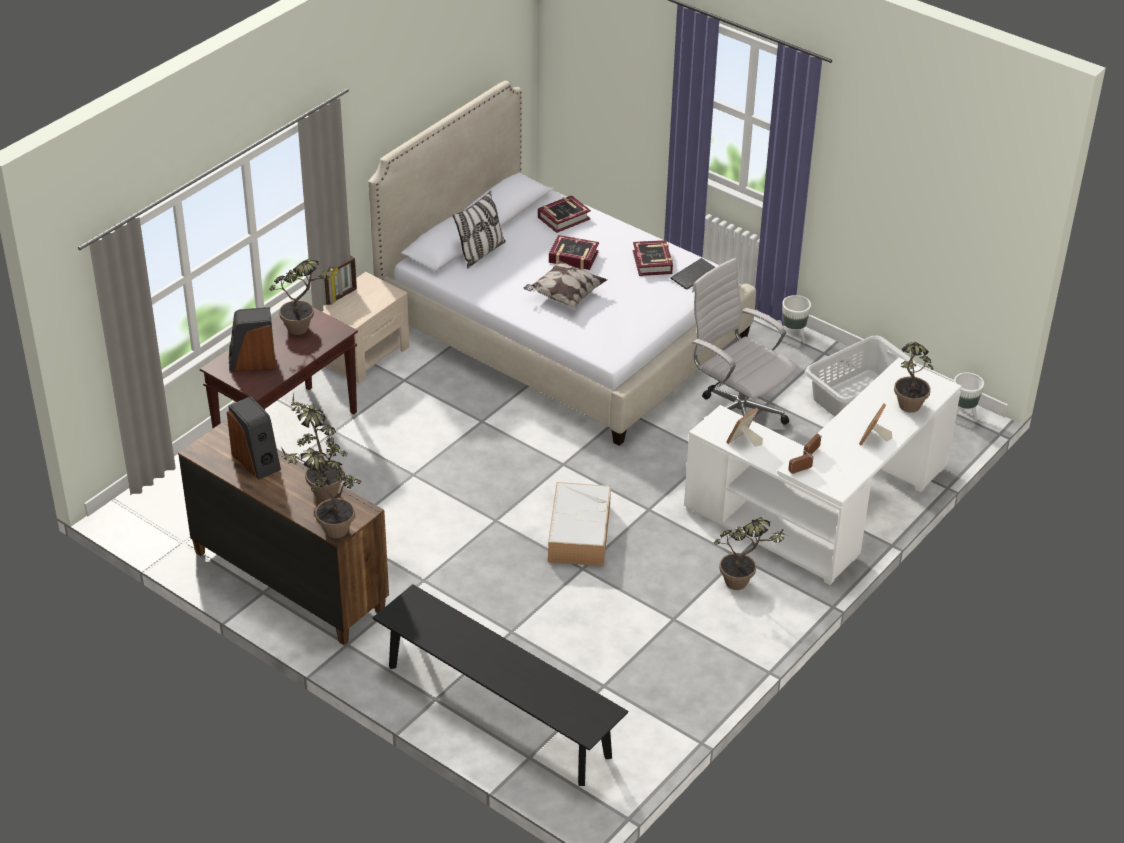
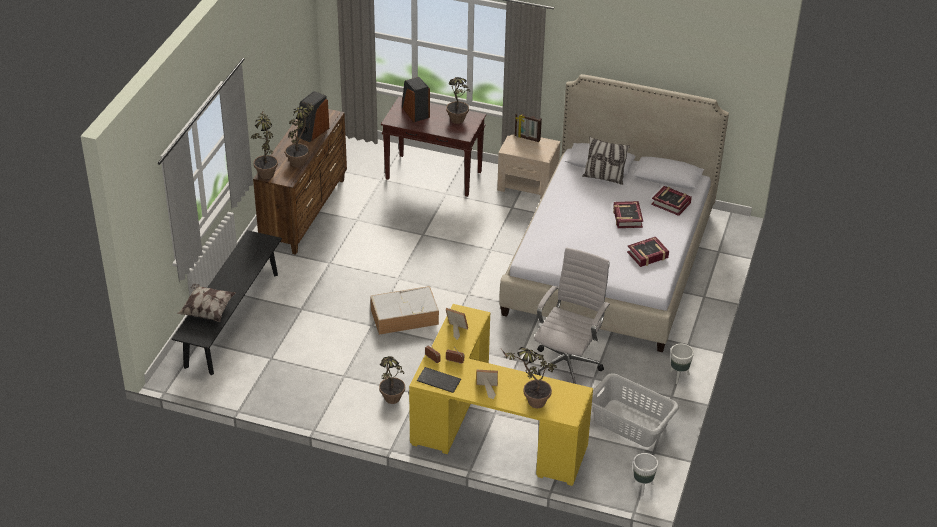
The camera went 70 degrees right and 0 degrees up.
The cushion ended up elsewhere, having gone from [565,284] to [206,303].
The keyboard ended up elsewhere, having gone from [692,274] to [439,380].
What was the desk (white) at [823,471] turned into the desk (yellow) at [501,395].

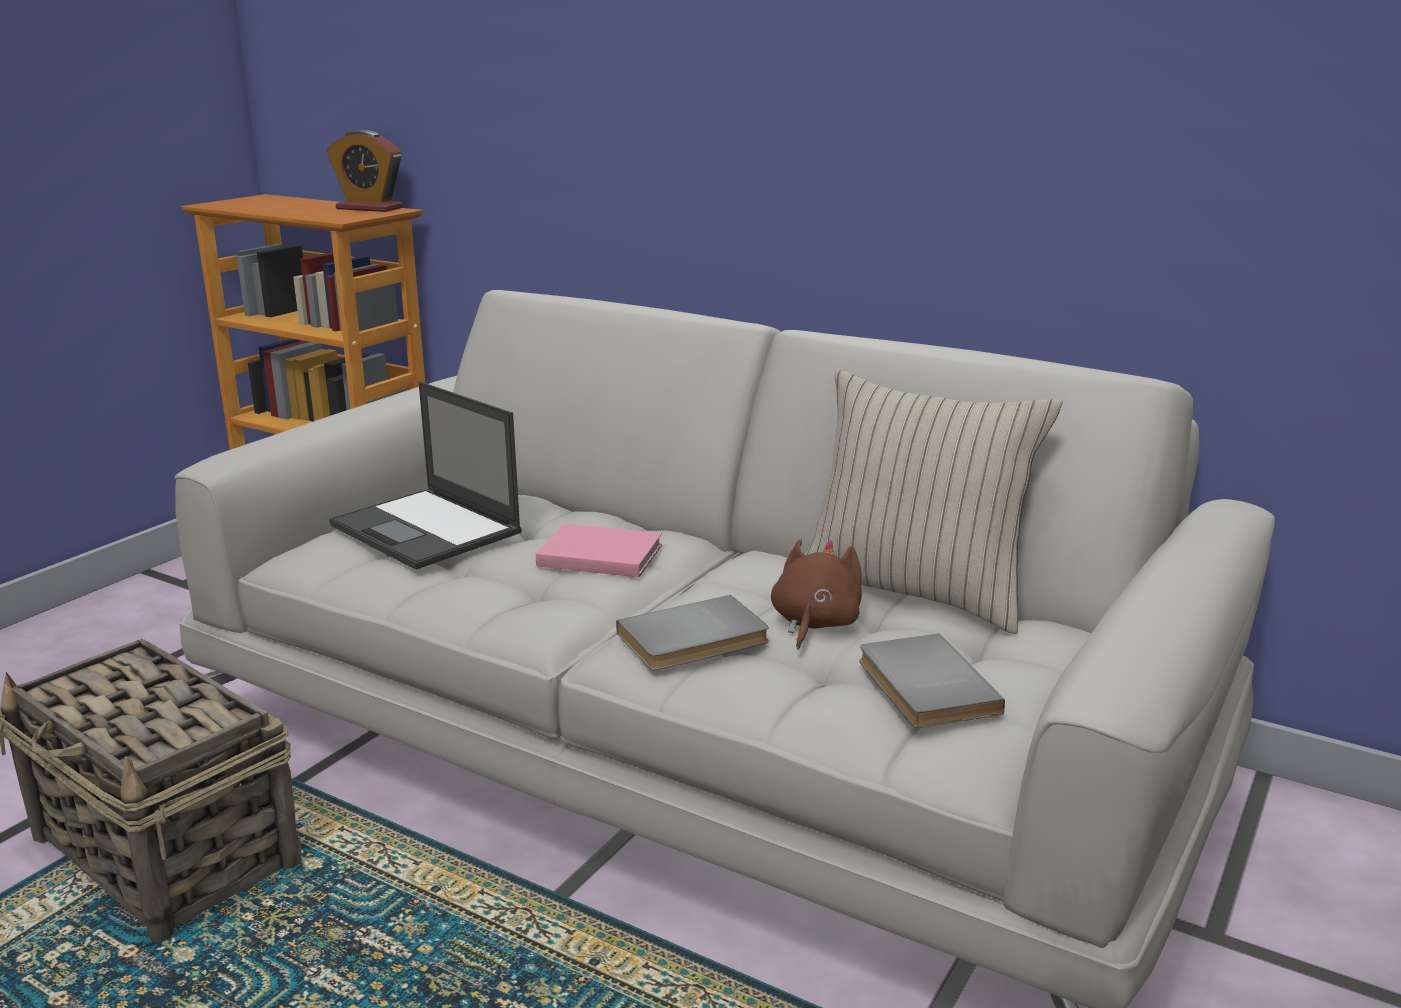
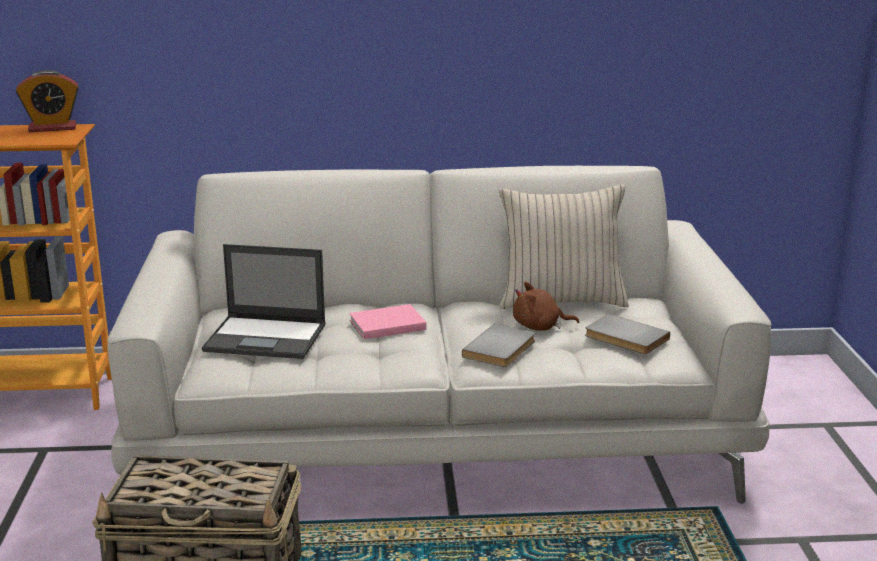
The camera went 35 degrees left and 0 degrees up.
The soft toy (brown-coloured) at [816,594] ended up facing another way, 75 degrees counterclockwise from before.

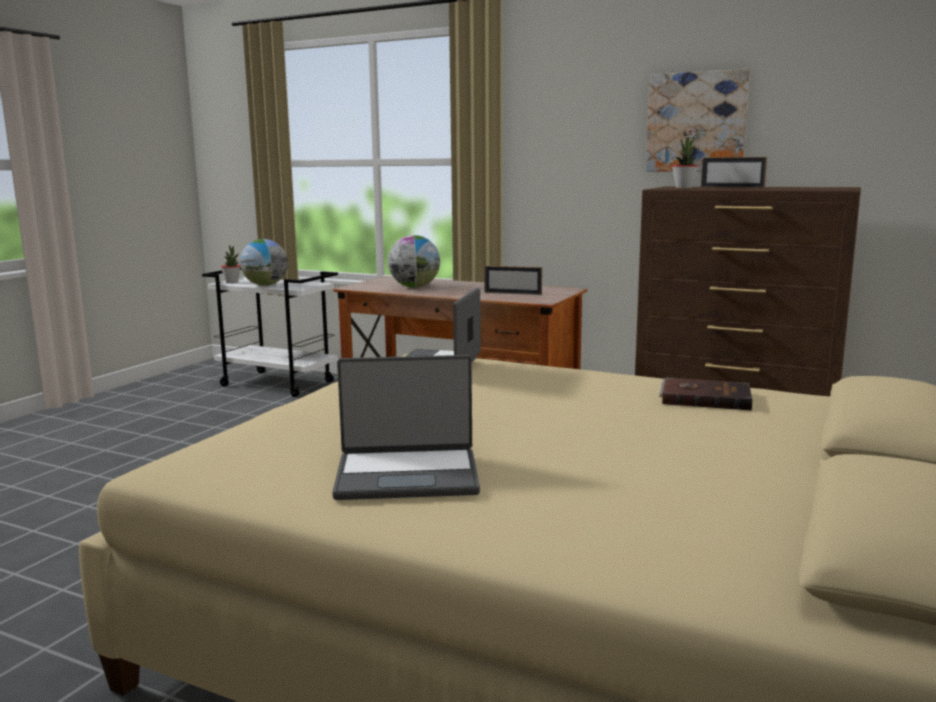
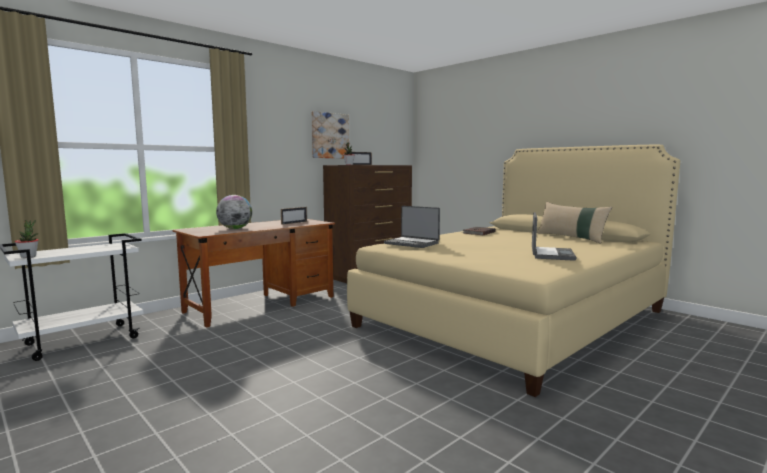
The camera went 70 degrees left and 5 degrees down.
The second view lost the desk globe at [264,262].
The second view gained the cushion (sand-coloured) at [574,222].

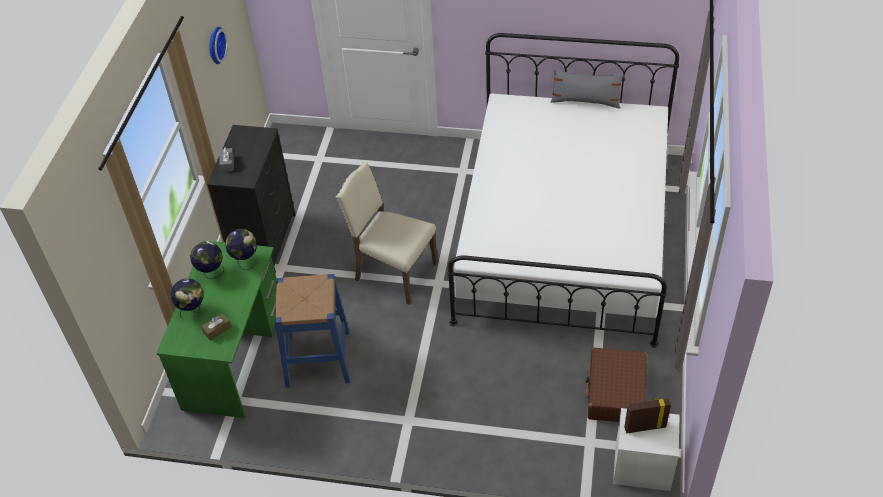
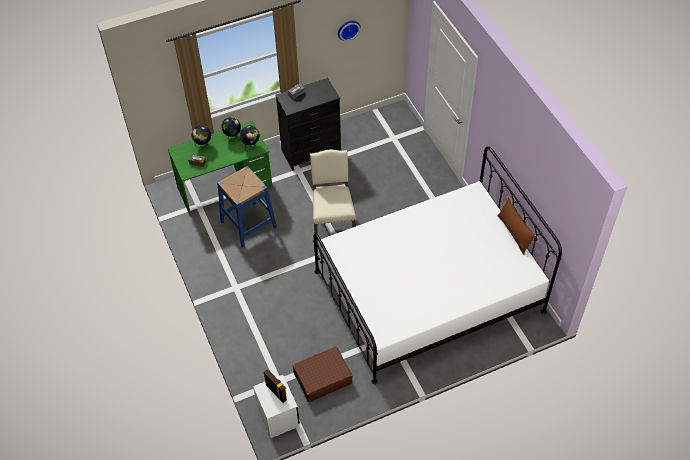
The camera went 55 degrees right and 5 degrees up.
What was the cushion (gray) at [587,89] turned into the cushion (brown-coloured) at [516,226].

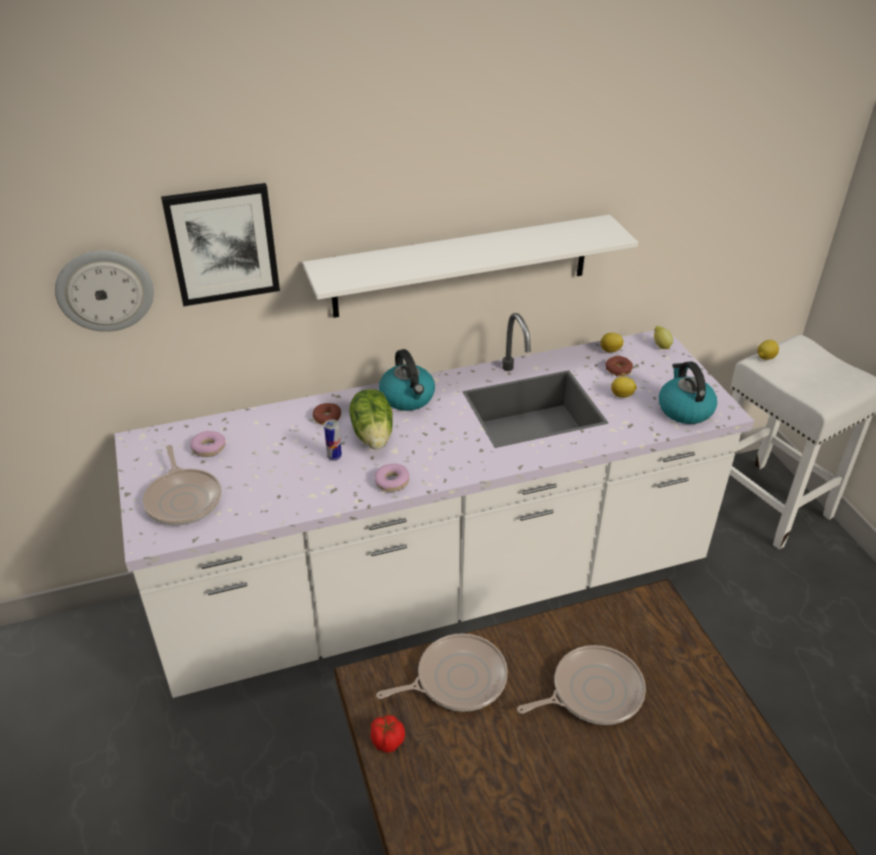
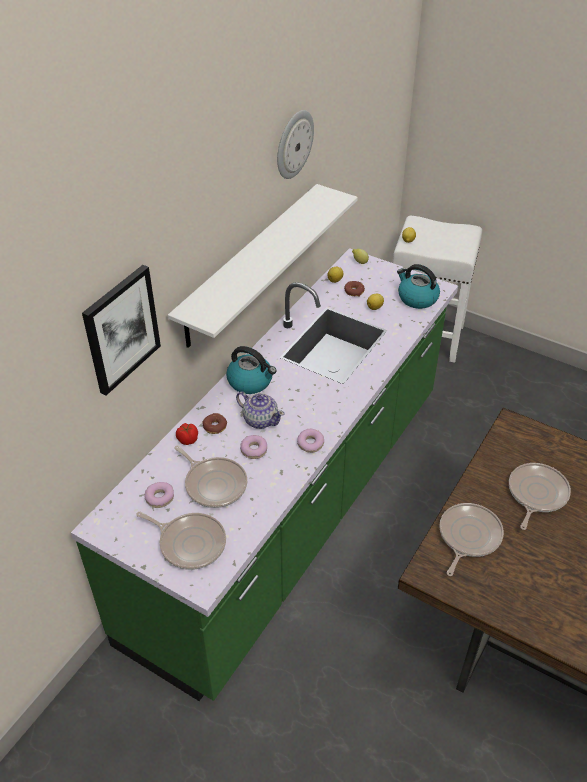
The camera went 40 degrees left and 5 degrees up.
The hanging clock ended up elsewhere, having gone from [104,291] to [295,144].
What was the kitchen counter (white) at [434,505] turned into the kitchen counter (green-coloured) at [264,474].
Where the sealed can stood at [333,440], the ring doughnut came to stand at [253,447].
Where the lettuce head stood at [371,419], the tea pot came to stand at [260,410].
The fresh tomato ended up elsewhere, having gone from [387,734] to [187,434].
The second view gained the skillet at [211,476].

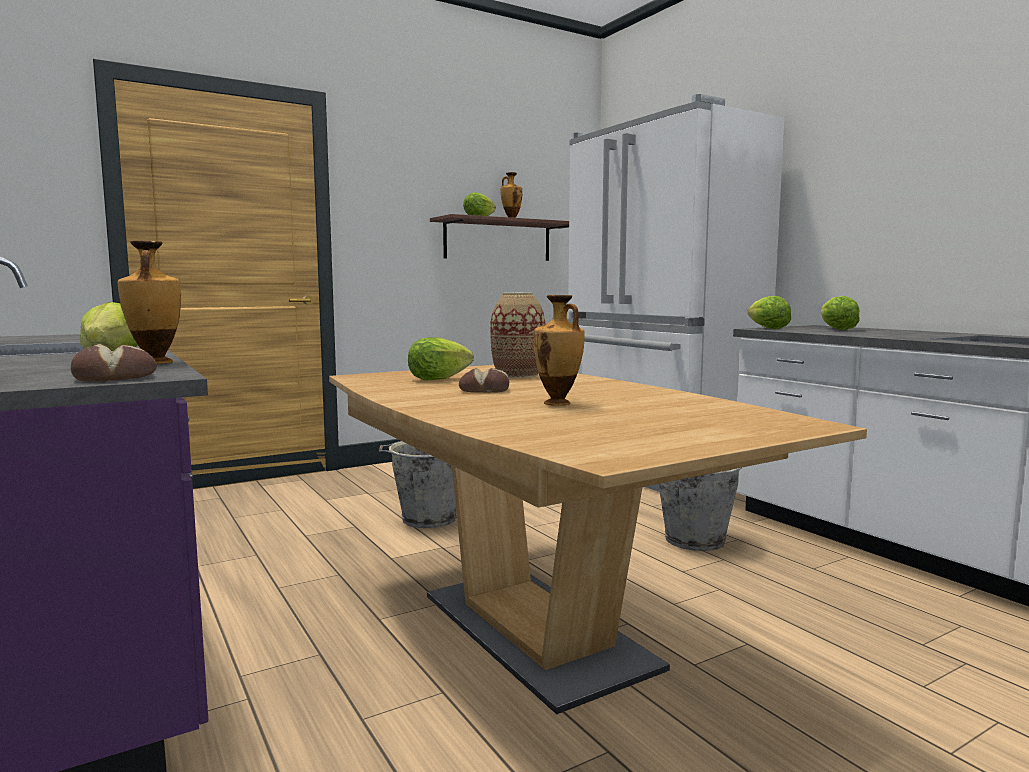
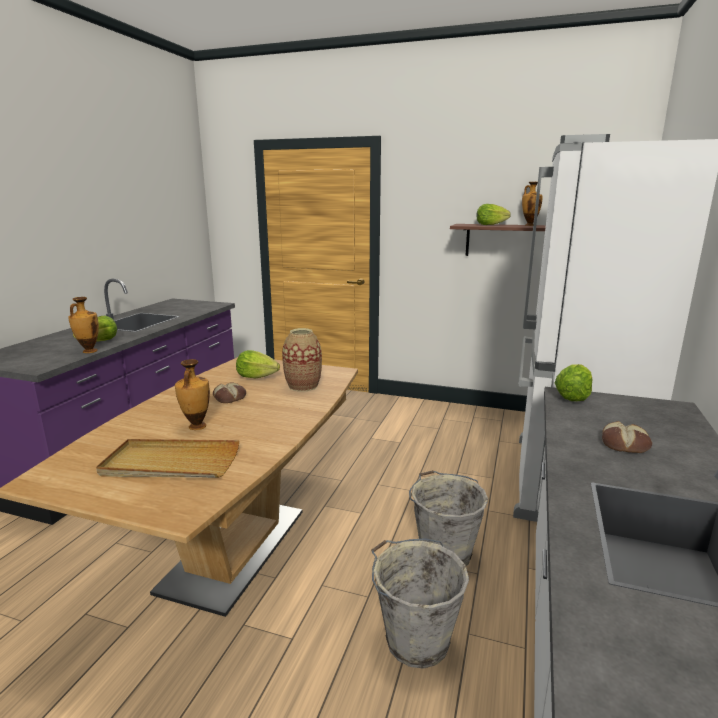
The camera went 50 degrees right and 10 degrees up.
The bread ended up elsewhere, having gone from [114,363] to [627,437].
The water bucket (gray) ended up elsewhere, having gone from [418,484] to [420,603].
The second view lost the lettuce head at [840,313].
The second view gained the tray (sand-coloured) at [167,458].

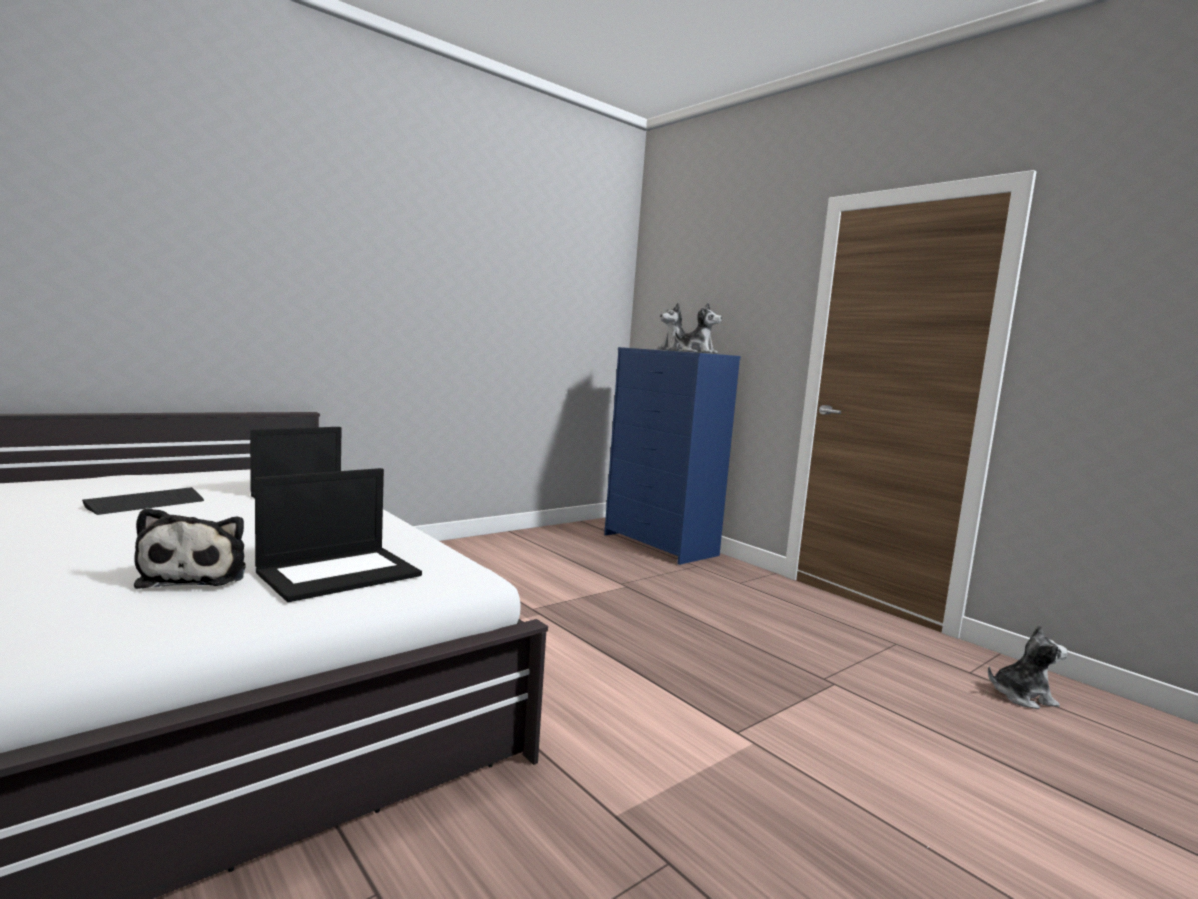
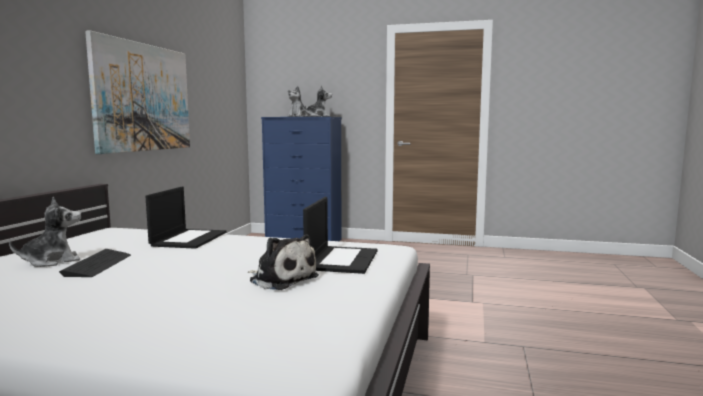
The camera went 35 degrees left and 0 degrees up.
The soft toy ended up elsewhere, having gone from [1028,666] to [45,232].
The second view gained the wall art at [137,92].

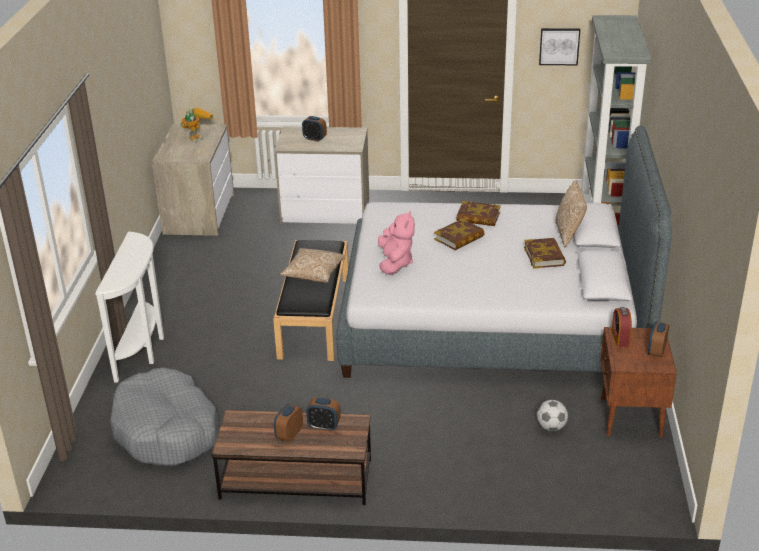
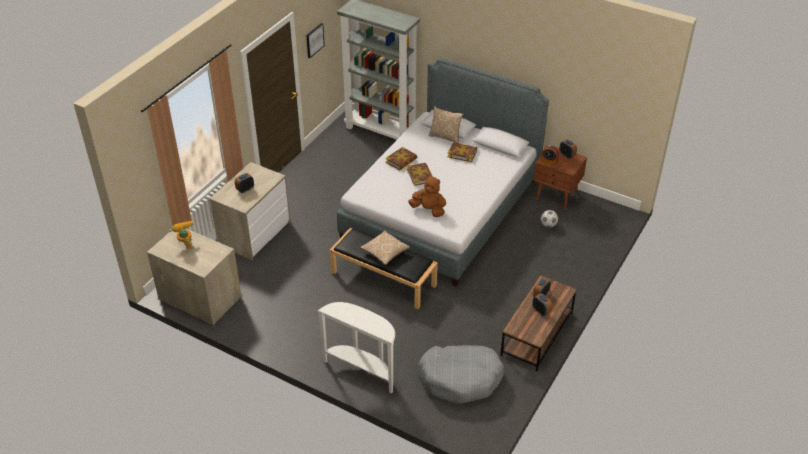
The camera went 65 degrees left and 10 degrees up.
What was the soft toy (pink-coloured) at [396,242] turned into the soft toy (brown-coloured) at [427,196].

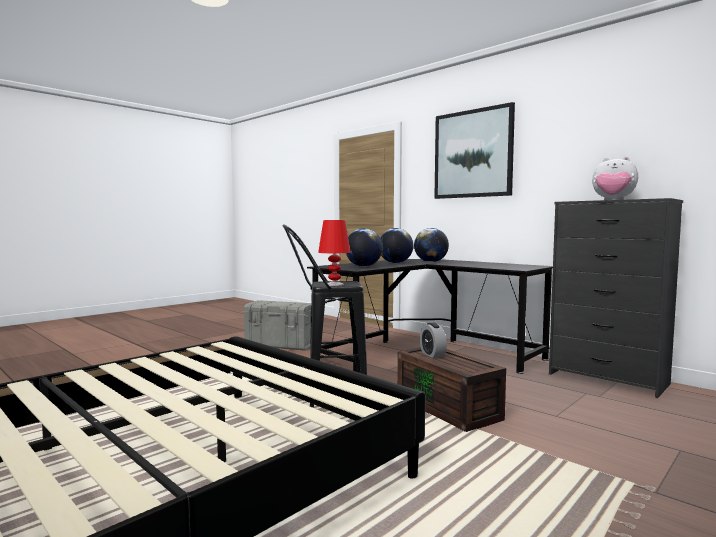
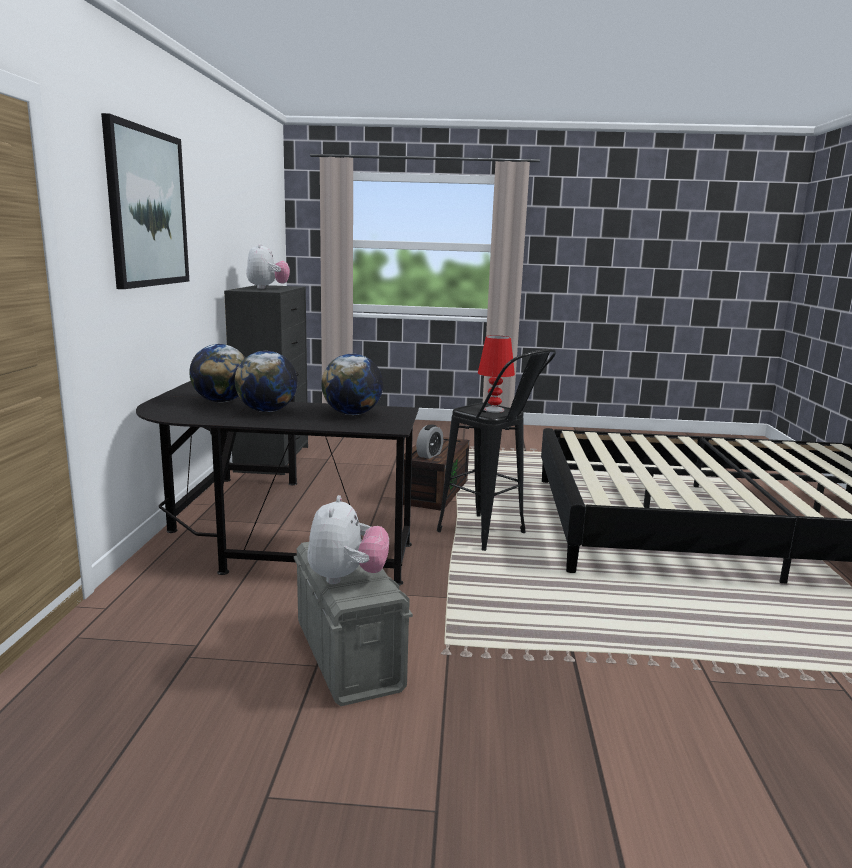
The camera went 130 degrees left and 10 degrees up.
The second view gained the soft toy at [348,539].

